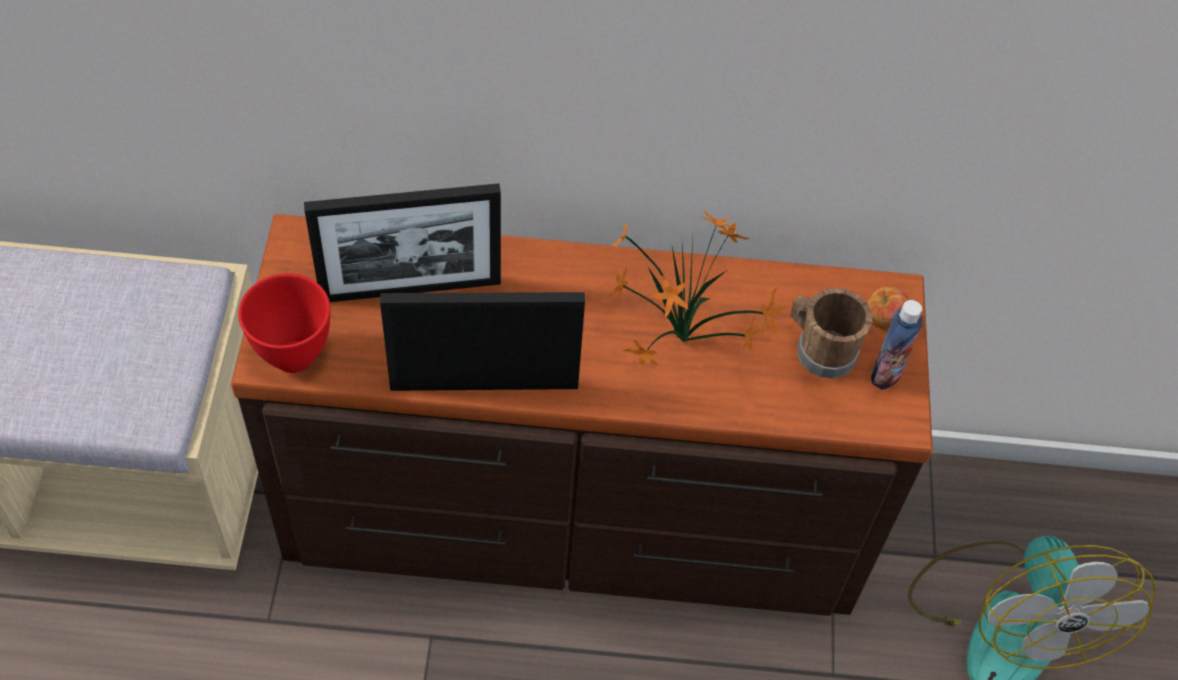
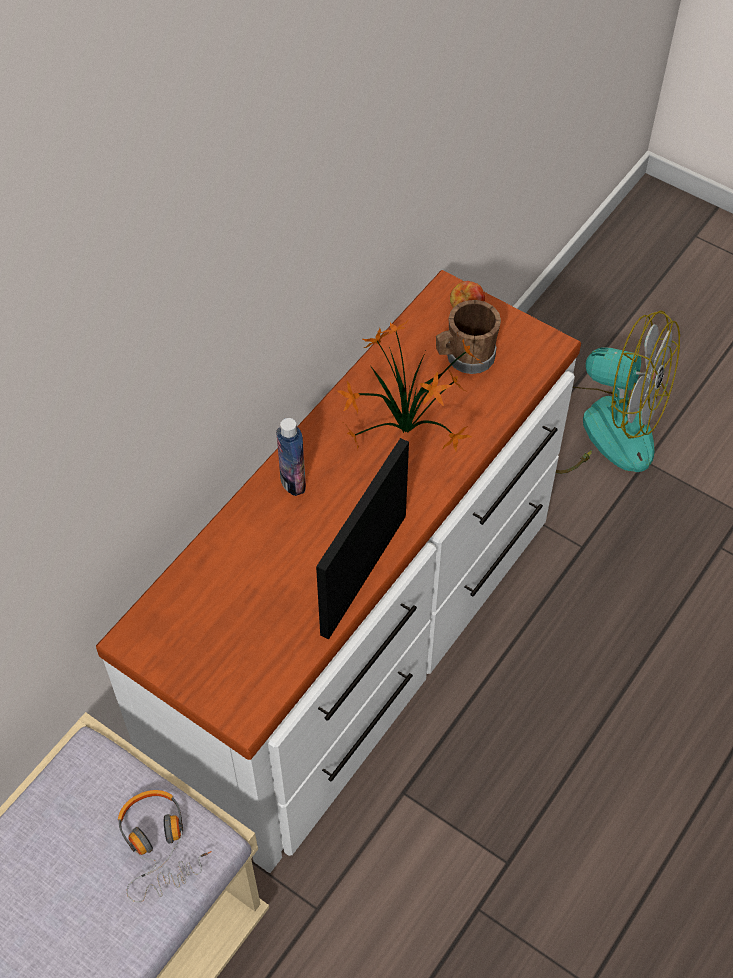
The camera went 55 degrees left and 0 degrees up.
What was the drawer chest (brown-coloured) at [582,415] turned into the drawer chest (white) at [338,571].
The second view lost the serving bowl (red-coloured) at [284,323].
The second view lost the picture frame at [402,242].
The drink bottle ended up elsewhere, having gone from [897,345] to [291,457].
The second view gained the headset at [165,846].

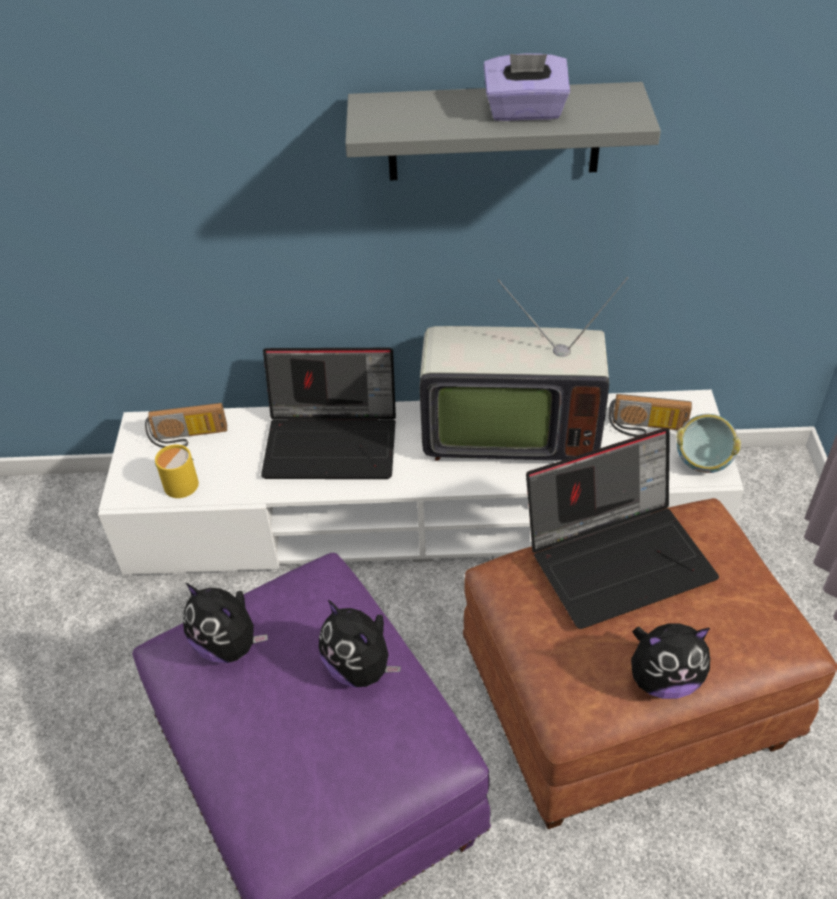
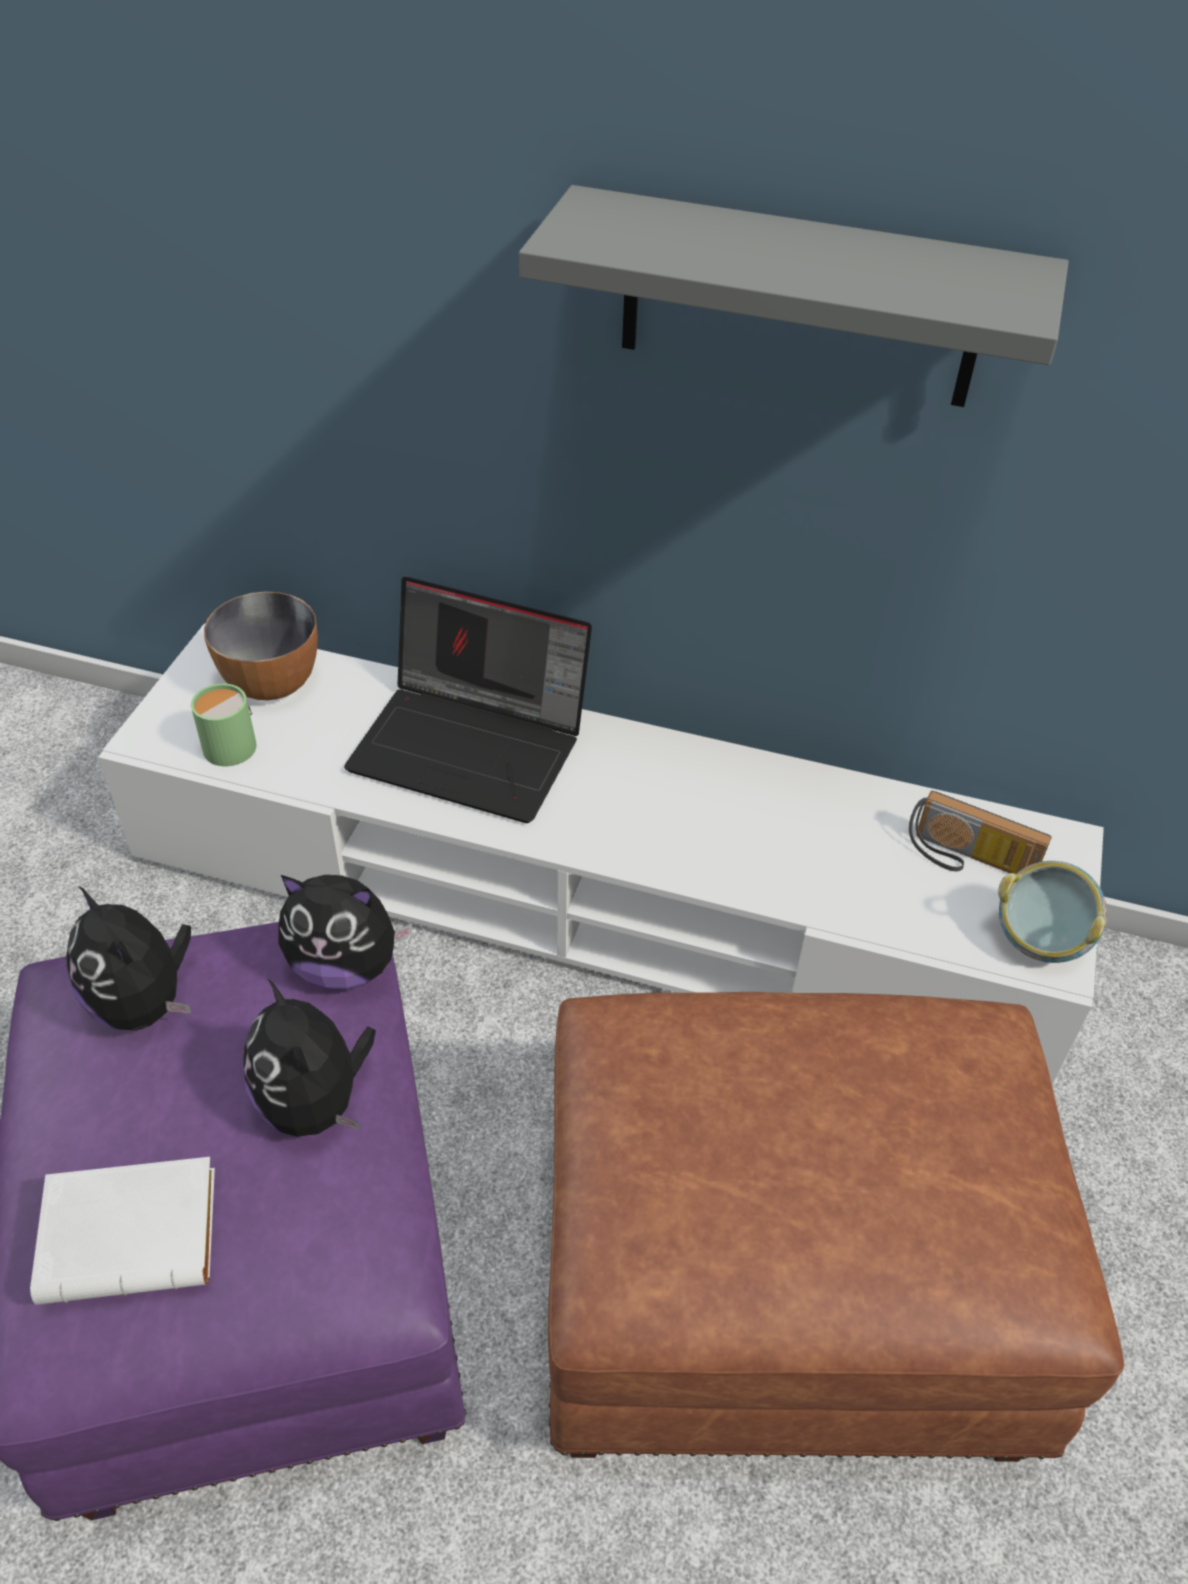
The camera went 15 degrees right and 0 degrees up.
Where the radio receiver stood at [186,425], the serving bowl came to stand at [261,646].
What was the tea mug (yellow) at [177,471] turned into the tea mug (green-coloured) at [224,724].
The second view lost the TV set at [524,369].
The second view lost the tissue box (purplish) at [527,87].
The second view lost the laptop at [622,528].
The soft toy ended up elsewhere, having gone from [670,661] to [345,932].
The second view gained the bound book (white) at [122,1231].

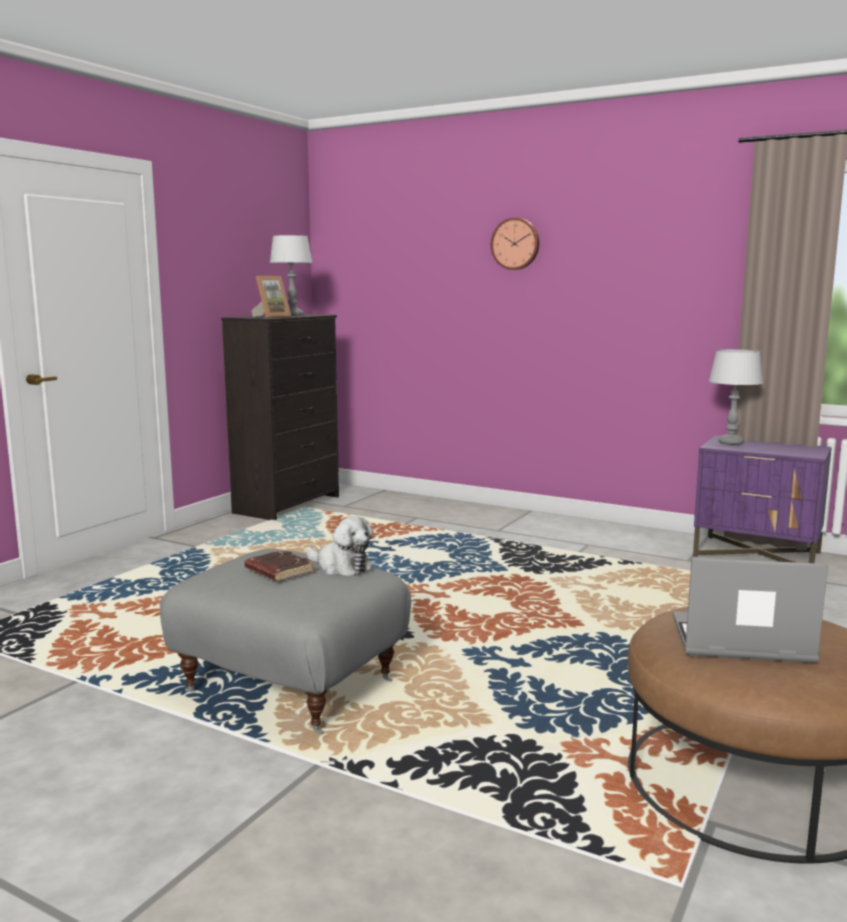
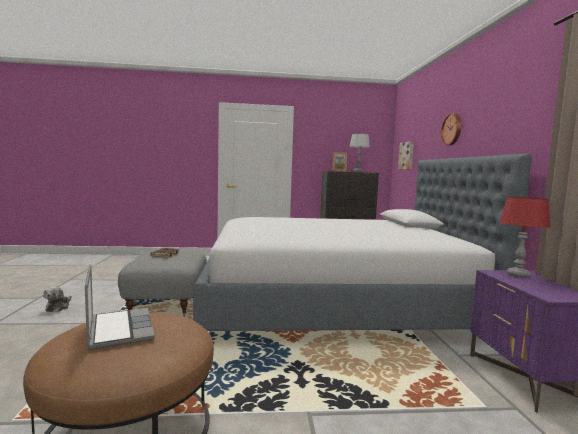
The camera went 55 degrees right and 5 degrees down.
The soft toy ended up elsewhere, having gone from [339,546] to [57,299].
What was the table lamp (gray) at [736,397] turned into the table lamp (red-coloured) at [525,237].
The second view gained the sleeping bed at [362,242].
The second view gained the wall art at [406,155].

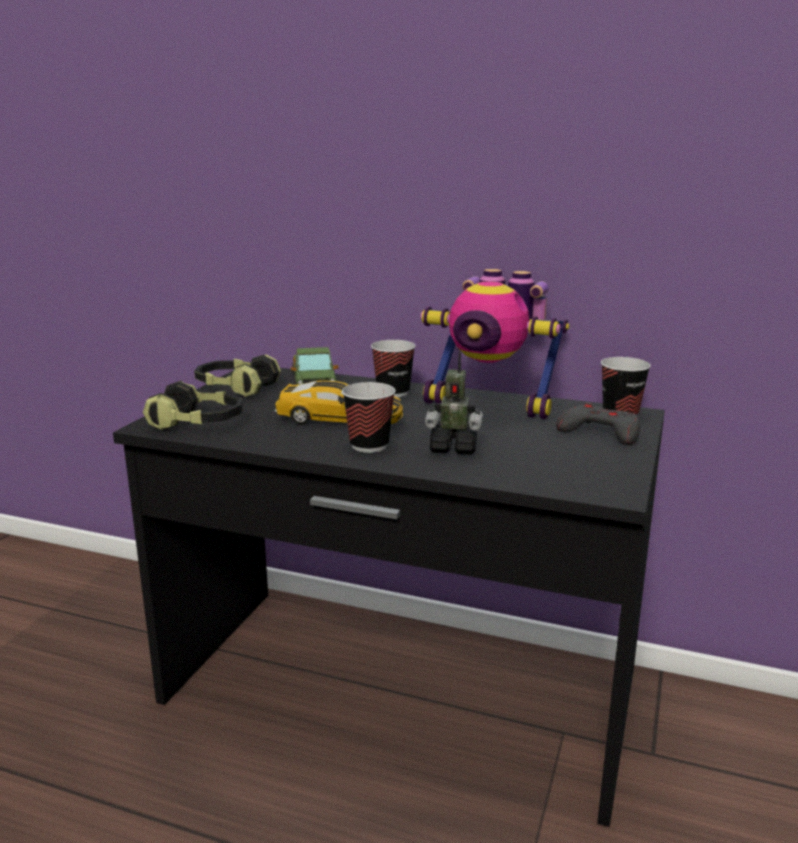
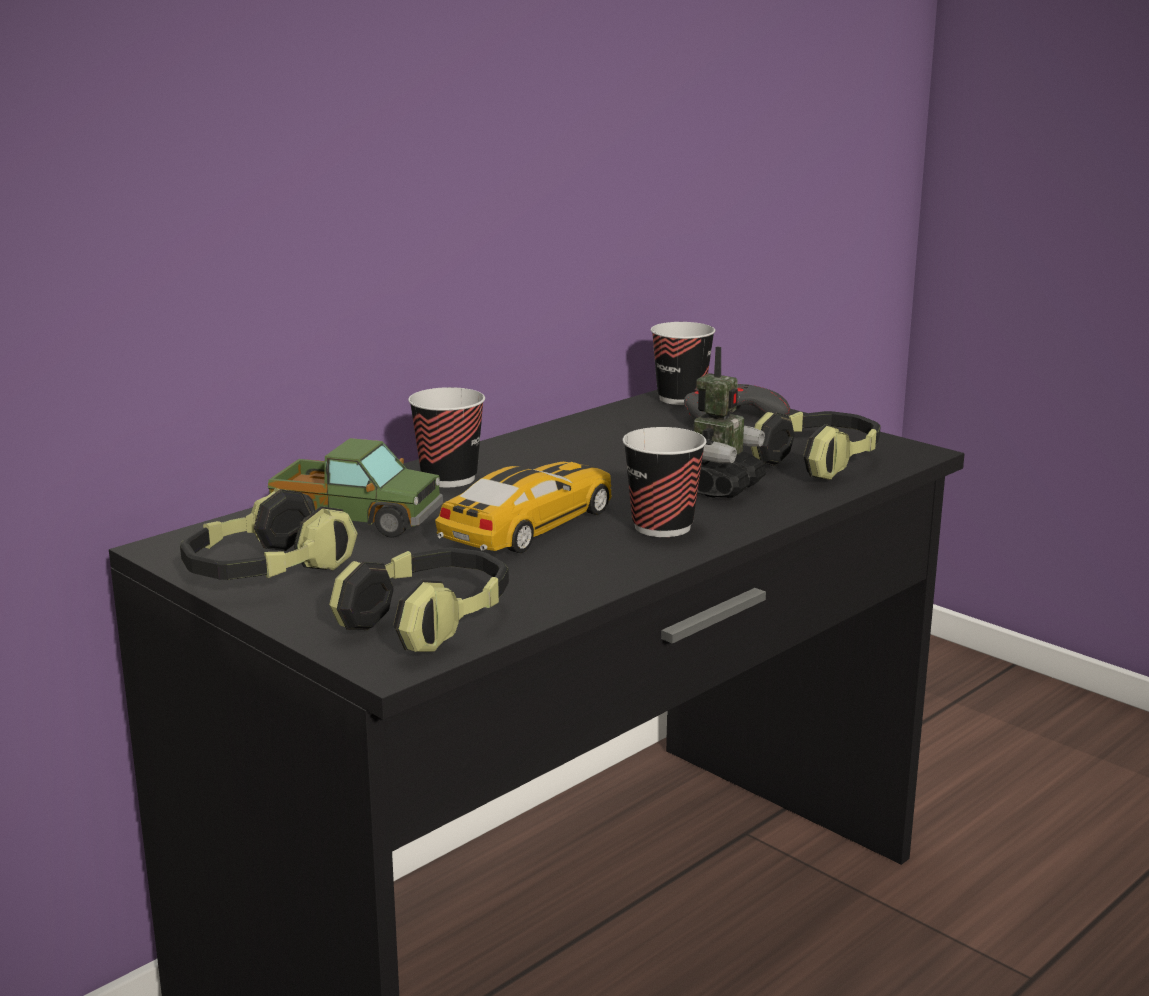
The camera went 65 degrees left and 0 degrees up.
The second view lost the model robot at [495,344].
The second view gained the headset at [816,445].

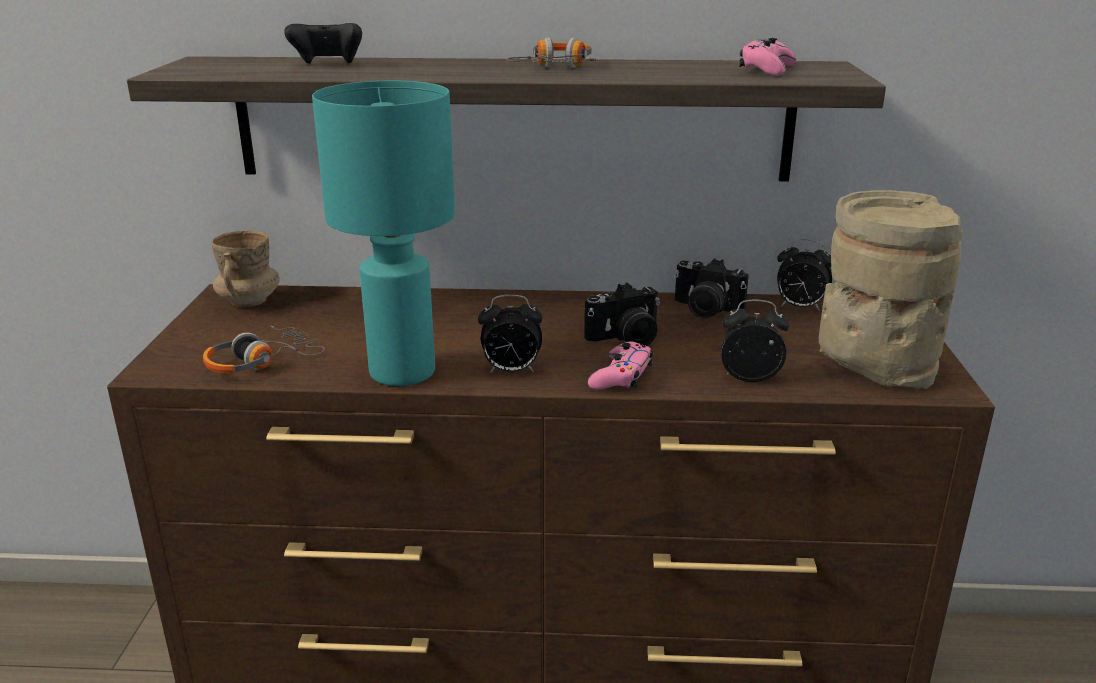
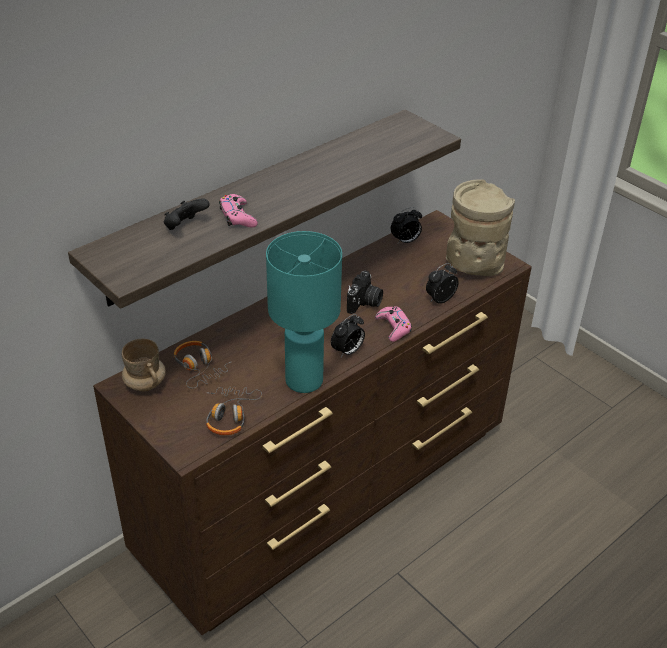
The camera went 45 degrees left and 15 degrees up.
The headset ended up elsewhere, having gone from [553,53] to [202,364].
The second view lost the still camera at [711,288].
The game controller (pink-coloured) ended up elsewhere, having gone from [768,57] to [238,210].

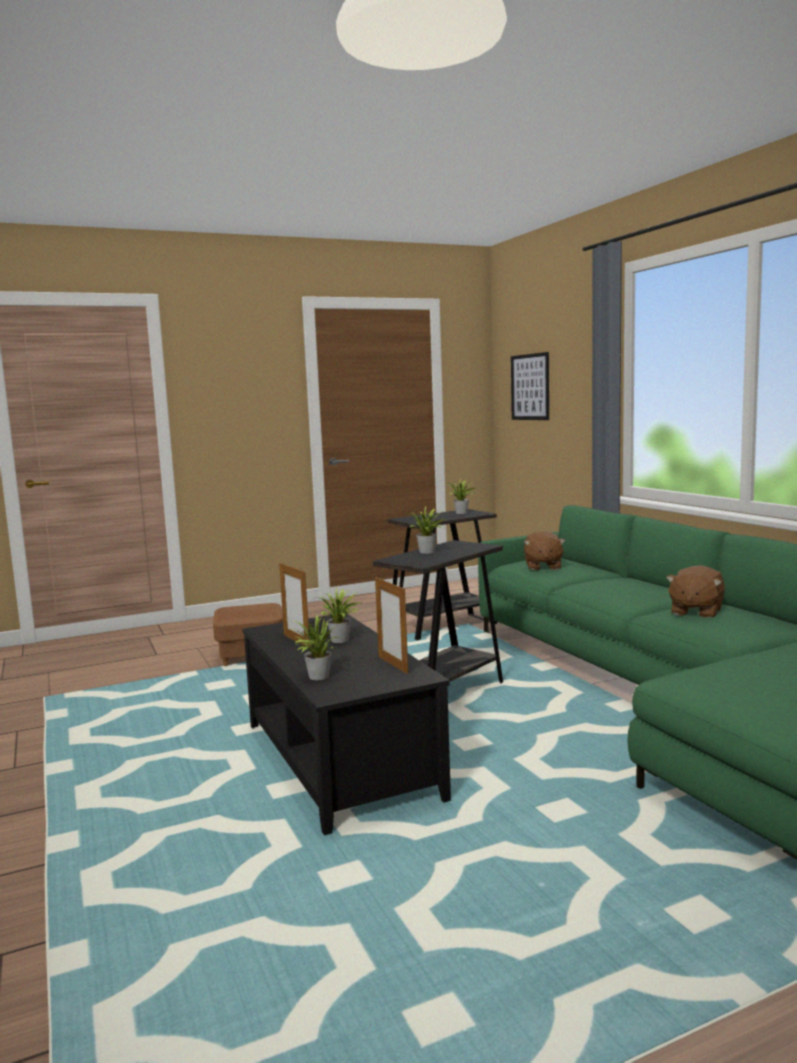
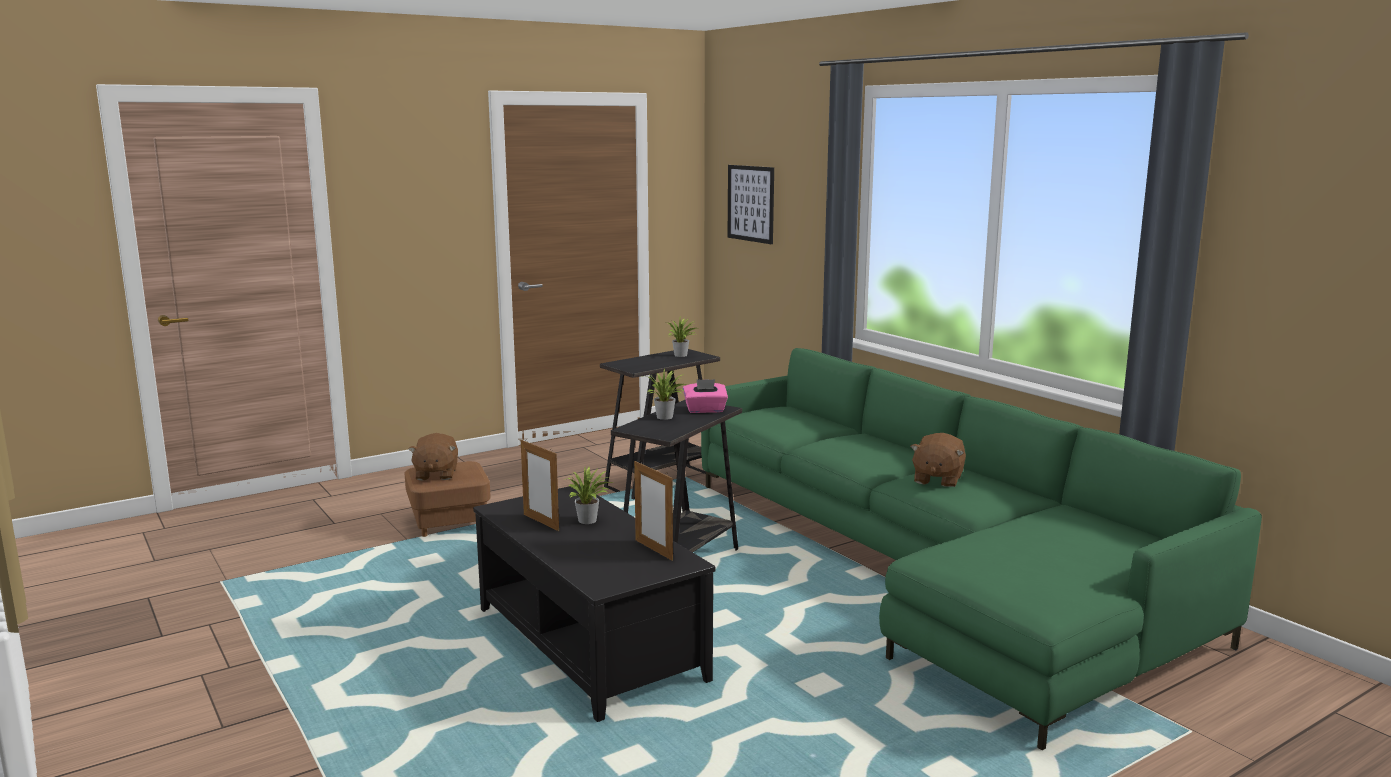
The camera went 10 degrees left and 5 degrees up.
The second view lost the potted plant at [315,647].
The soft toy (brown-coloured) ended up elsewhere, having gone from [544,550] to [433,457].
The second view gained the tissue box (pink-coloured) at [705,396].

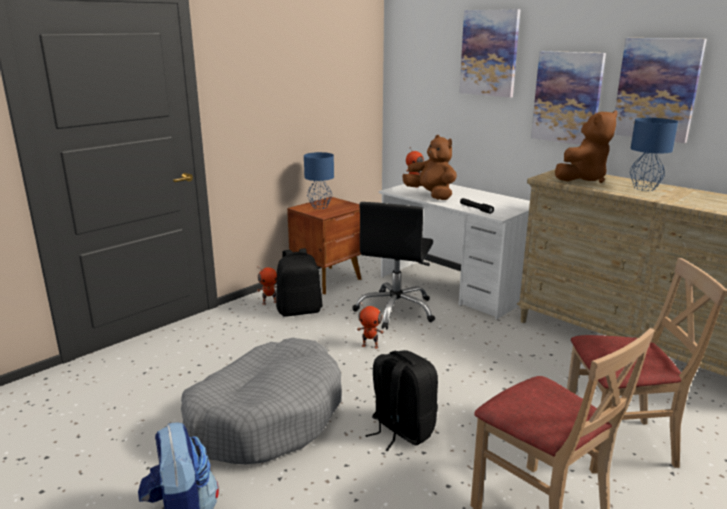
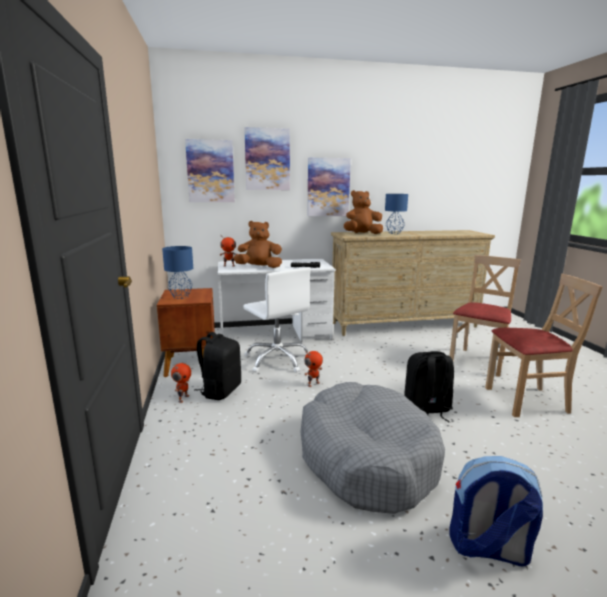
The camera went 55 degrees left and 5 degrees down.
What was the desk chair (black-coloured) at [394,265] turned into the desk chair (white) at [277,320].
The soft toy (brown-coloured) at [586,146] ended up facing another way, 105 degrees counterclockwise from before.
The wall art ended up elsewhere, having gone from [660,90] to [210,170].

